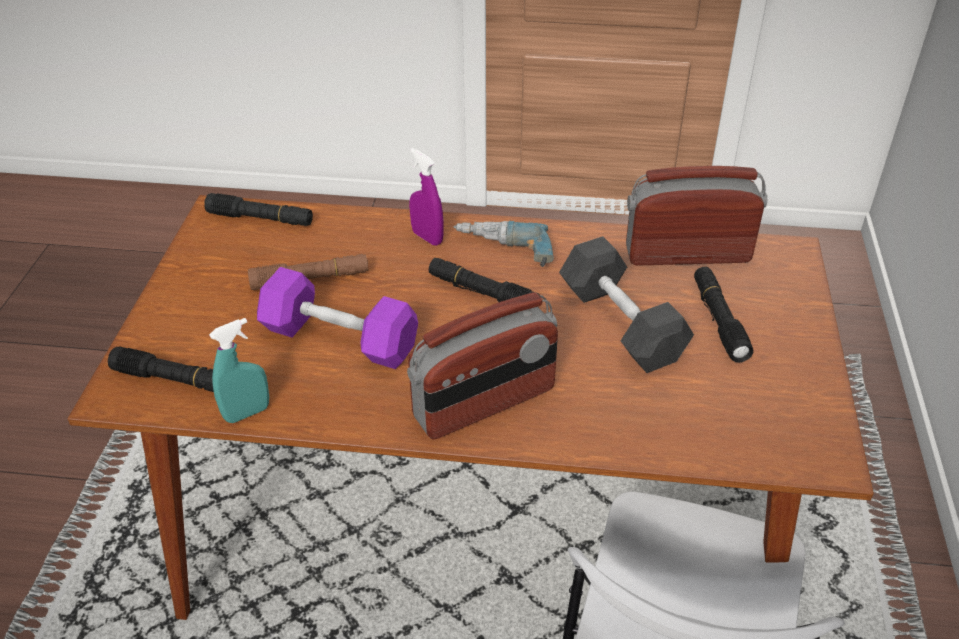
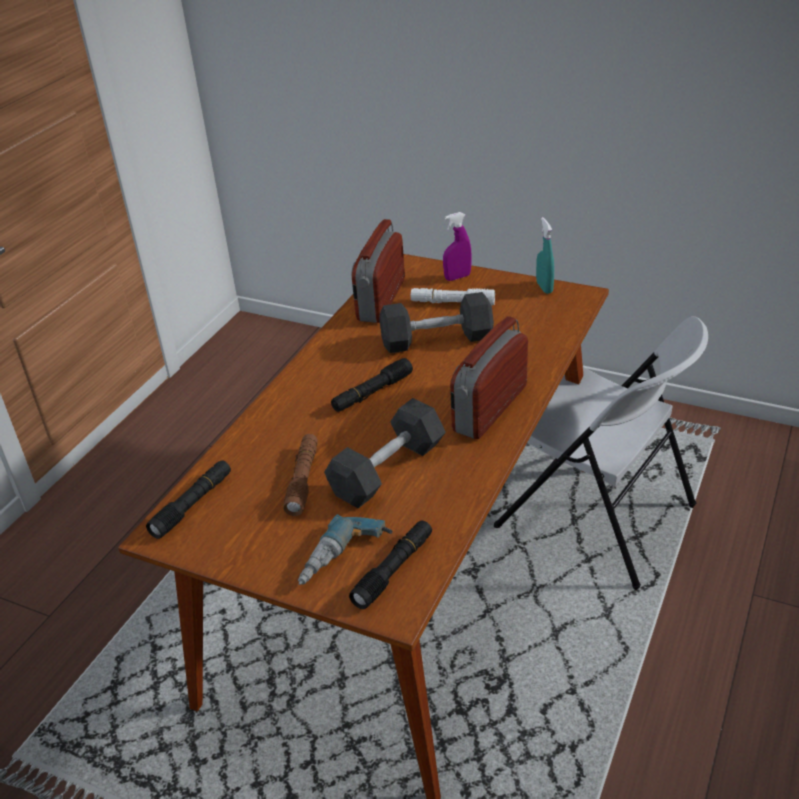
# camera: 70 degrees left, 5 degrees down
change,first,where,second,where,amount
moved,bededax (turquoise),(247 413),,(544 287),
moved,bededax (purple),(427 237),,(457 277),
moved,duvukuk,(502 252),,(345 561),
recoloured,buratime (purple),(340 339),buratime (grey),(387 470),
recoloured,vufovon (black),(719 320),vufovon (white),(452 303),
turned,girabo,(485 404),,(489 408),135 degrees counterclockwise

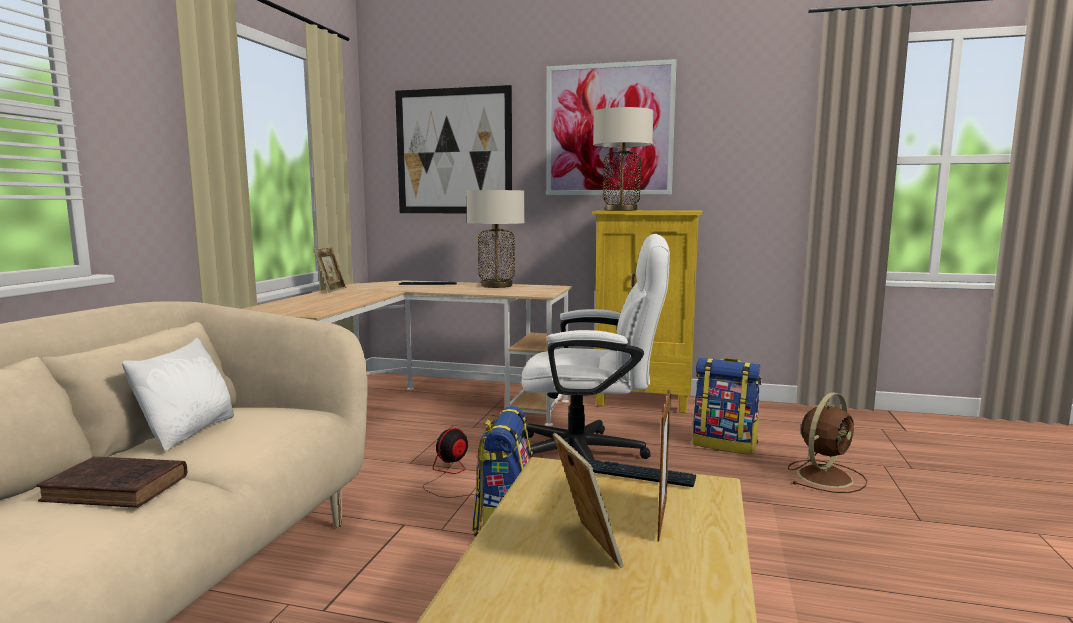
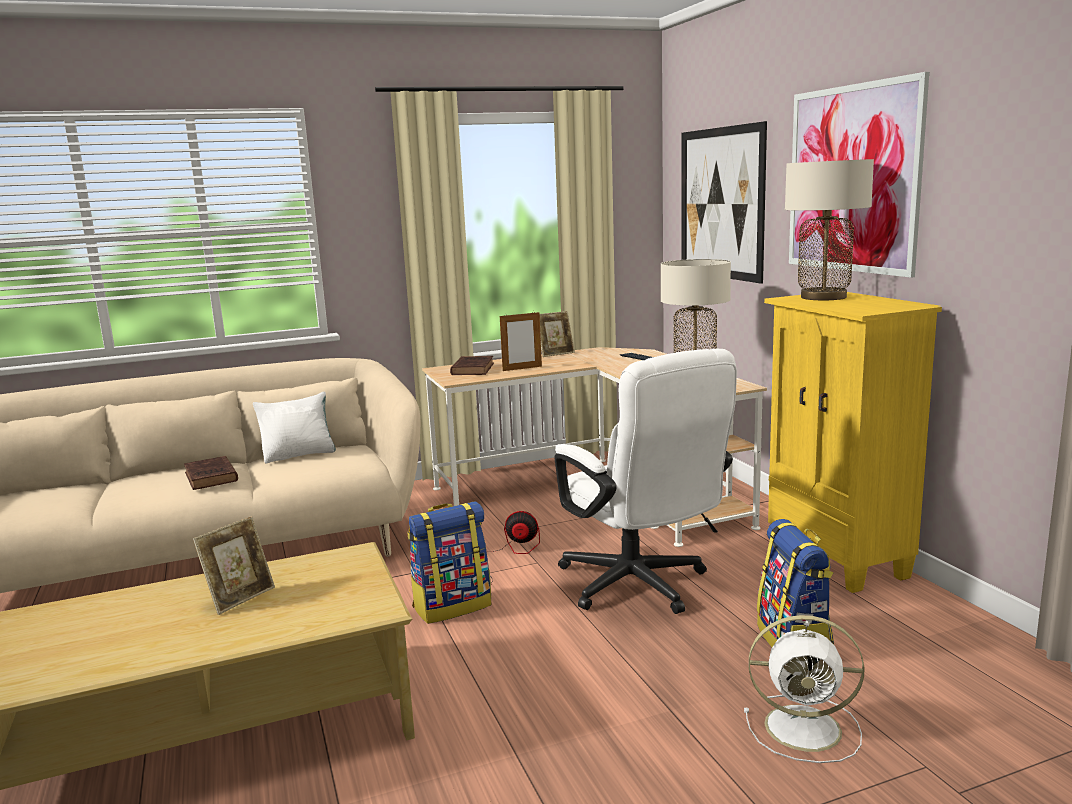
# camera: 55 degrees right, 5 degrees up
change,first,where,second,where,amount
removed,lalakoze,(634 475),,,
added,,,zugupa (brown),(473 369),
moved,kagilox,(662 518),,(522 368),
recoloured,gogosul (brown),(825 476),gogosul (white),(806 728),

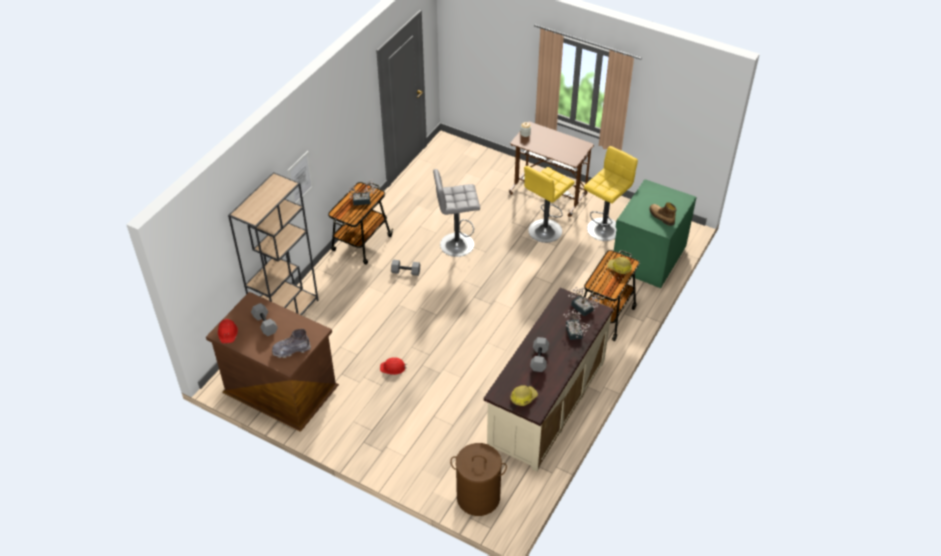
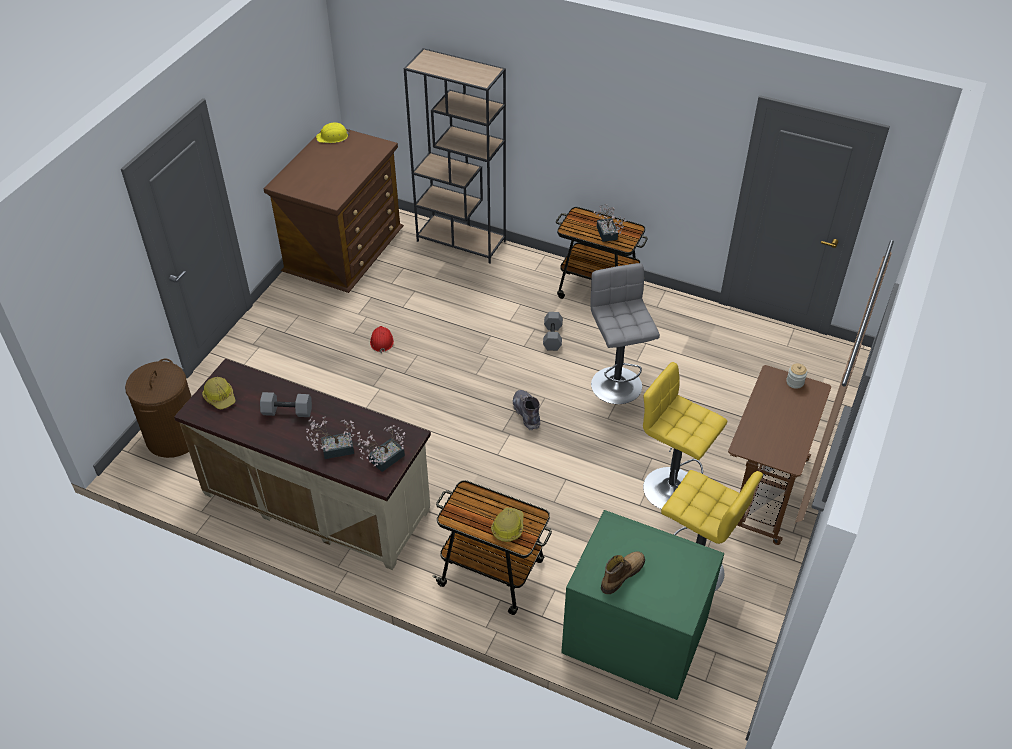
# camera: 85 degrees right, 0 degrees up
change,first,where,second,where,amount
removed,buratime (grey),(264 324),,,
removed,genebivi,(300 178),,,
moved,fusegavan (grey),(291 350),,(526 413),
recoloured,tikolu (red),(228 332),tikolu (yellow),(333 137),

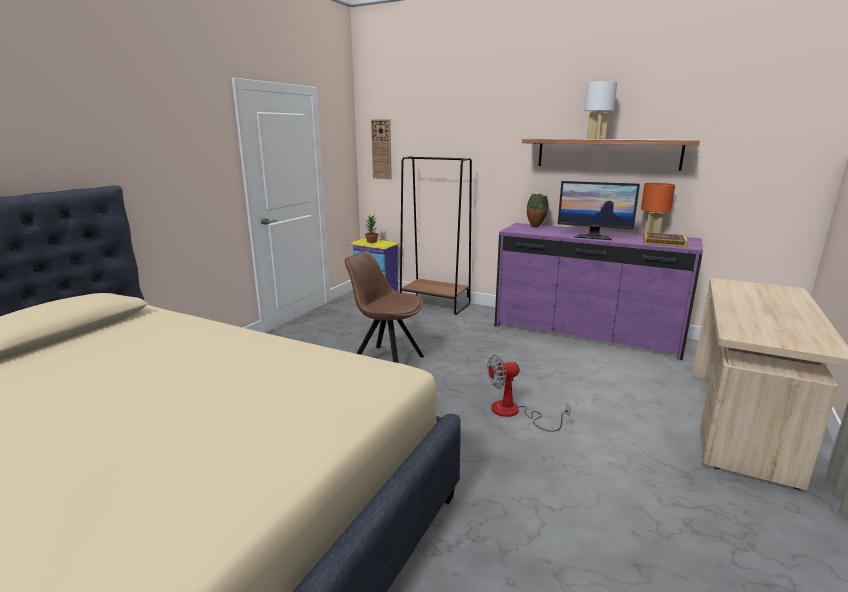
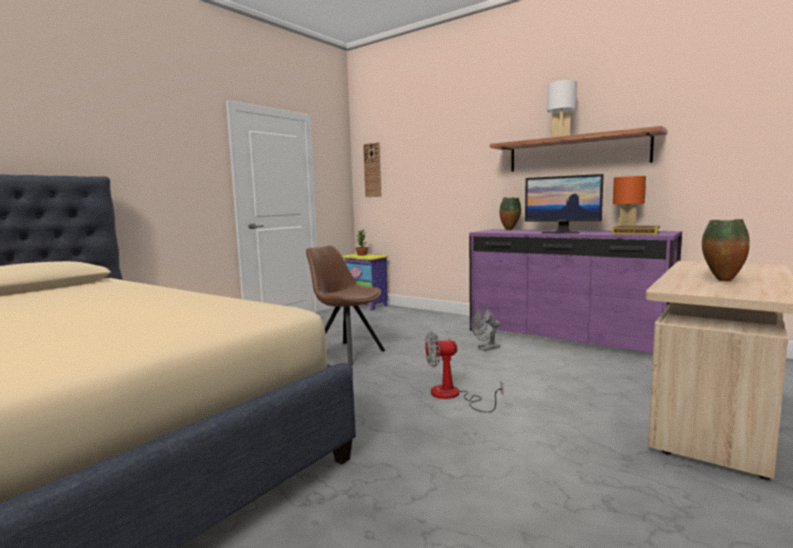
# camera: 10 degrees right, 10 degrees down
change,first,where,second,where,amount
removed,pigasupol,(435 305),,,
added,,,gogosul (grey),(486 348),
added,,,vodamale,(721 280),

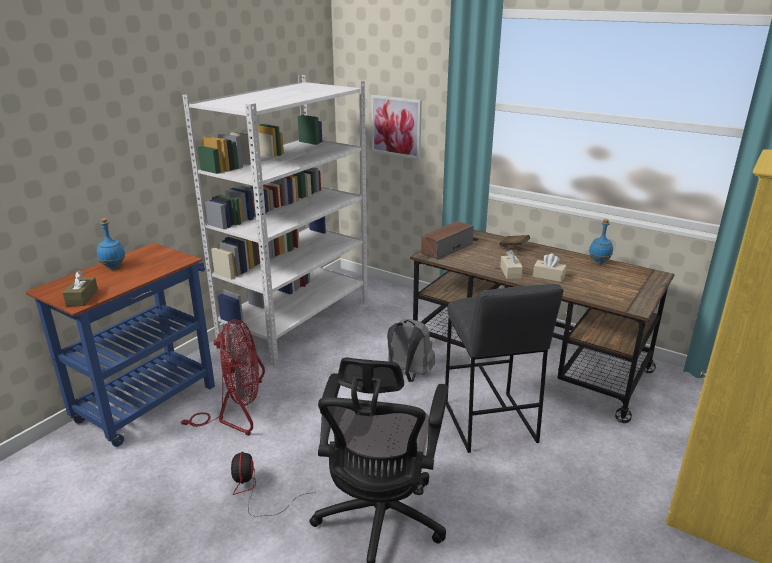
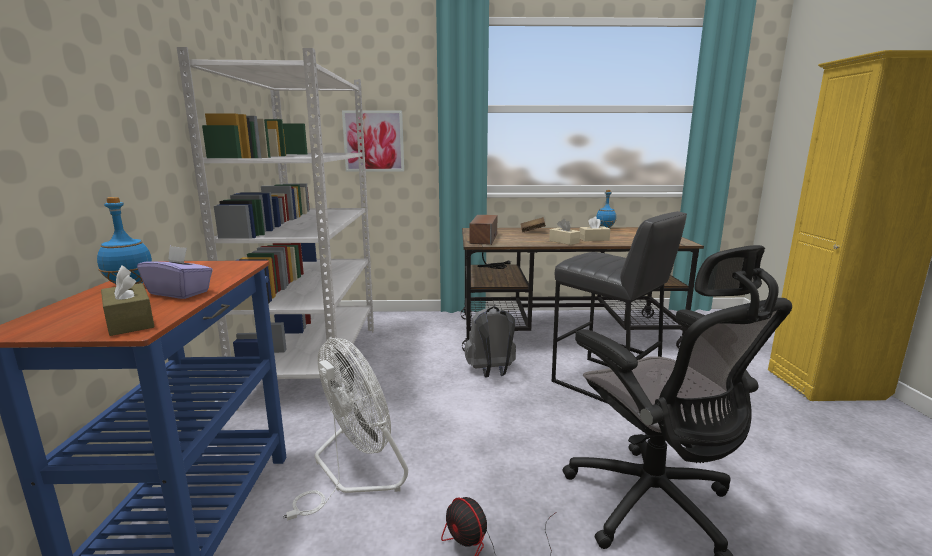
# camera: 35 degrees left, 10 degrees down
change,first,where,second,where,amount
added,,,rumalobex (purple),(180 292),
recoloured,gogosul (red),(236 409),gogosul (white),(347 470),

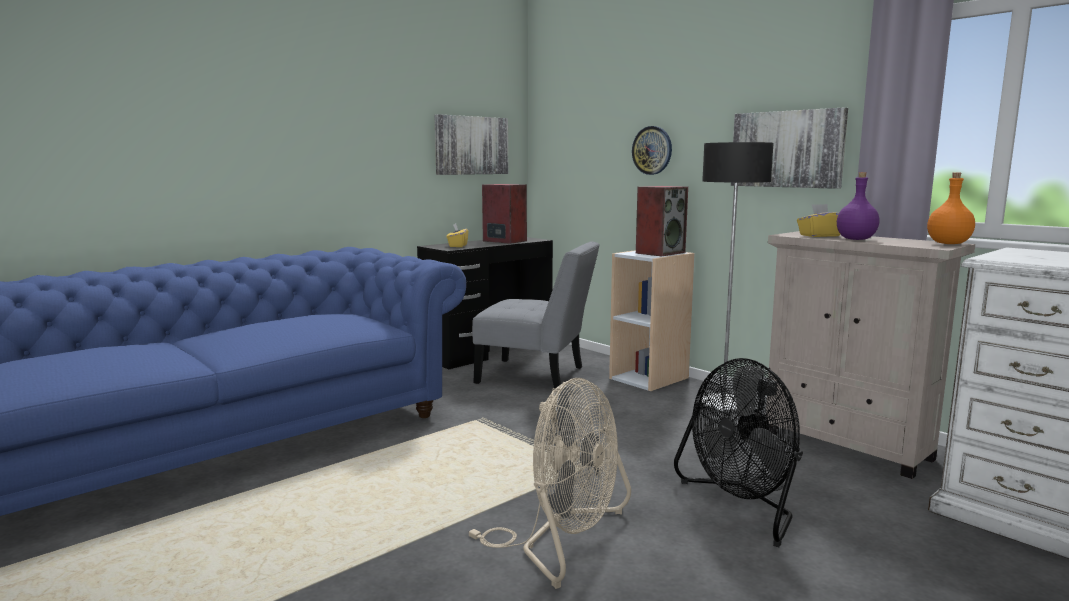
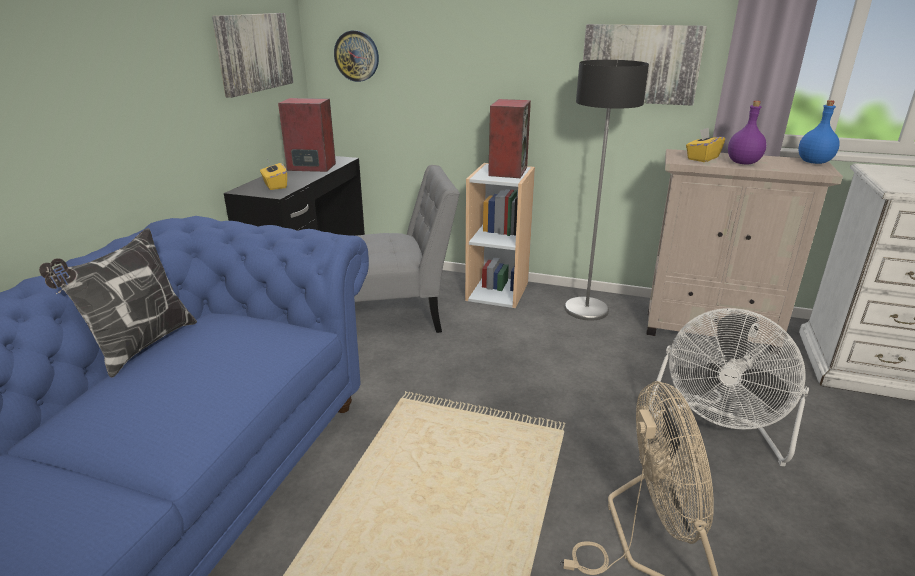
# camera: 30 degrees left, 15 degrees up
change,first,where,second,where,amount
added,,,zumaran,(140 346),
moved,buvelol,(652 150),,(357 56),
recoloured,gogosul (black),(744 503),gogosul (white),(715 424),
recoloured,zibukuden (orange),(947 243),zibukuden (blue),(813 162),

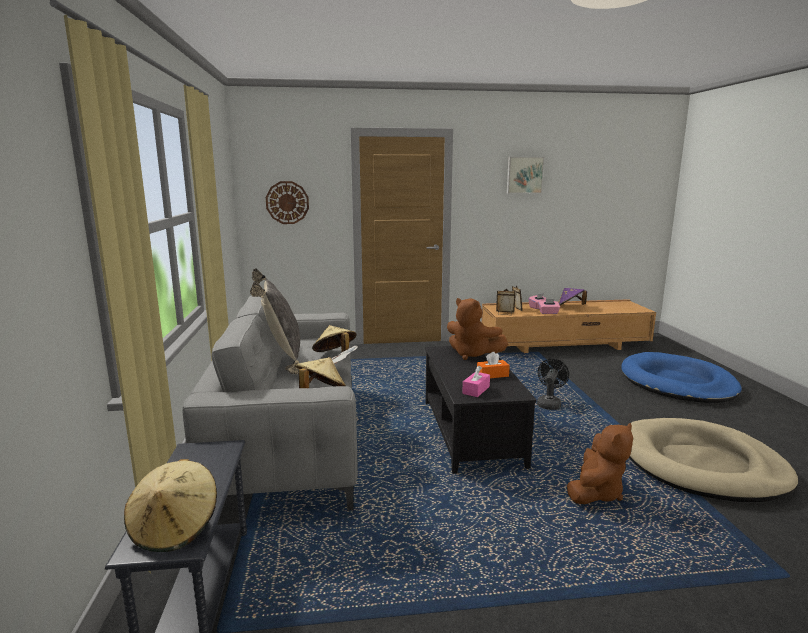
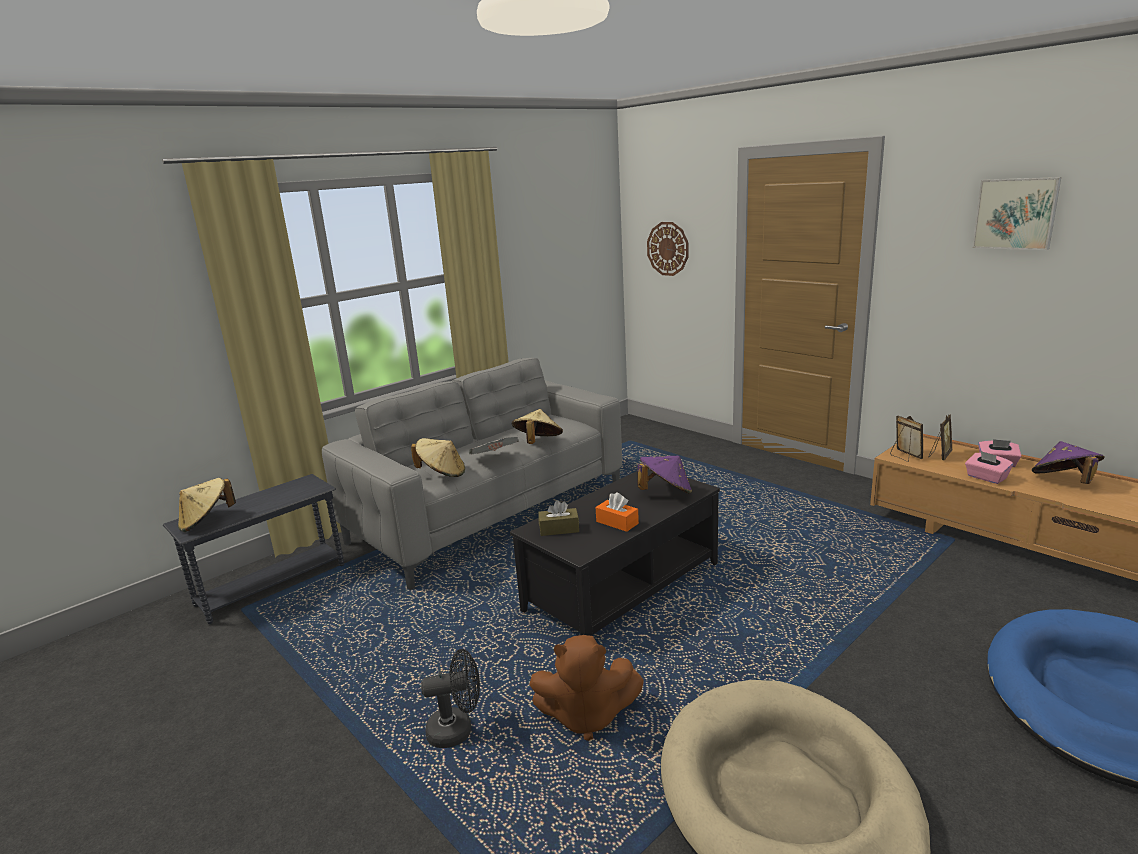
# camera: 55 degrees right, 5 degrees up
change,first,where,second,where,amount
removed,zumaran,(279 365),,,
moved,gogosul (black),(549 403),,(457 730),
replaced,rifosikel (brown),(472 355),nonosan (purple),(665 492),
recoloured,rumalobex (pink),(476 390),rumalobex (brown),(559 529),

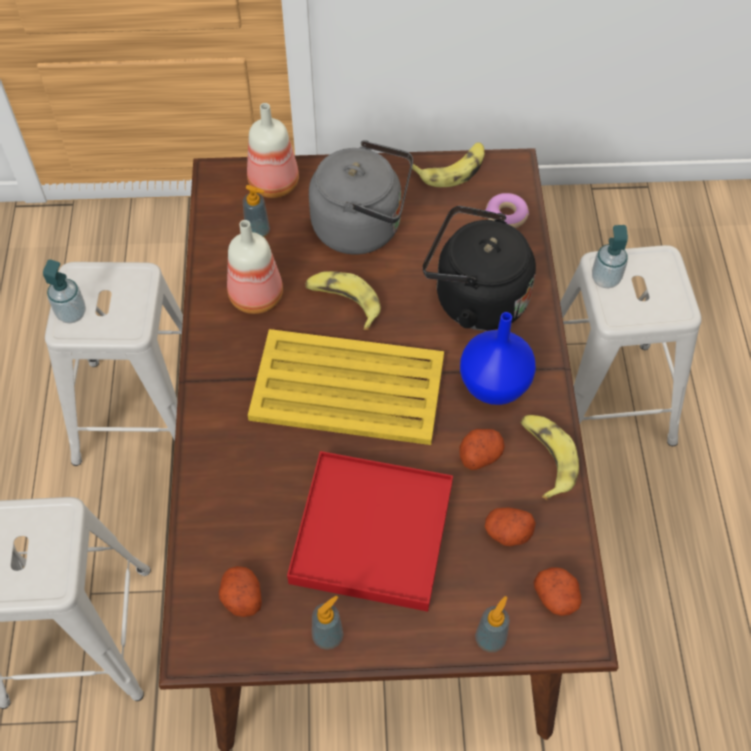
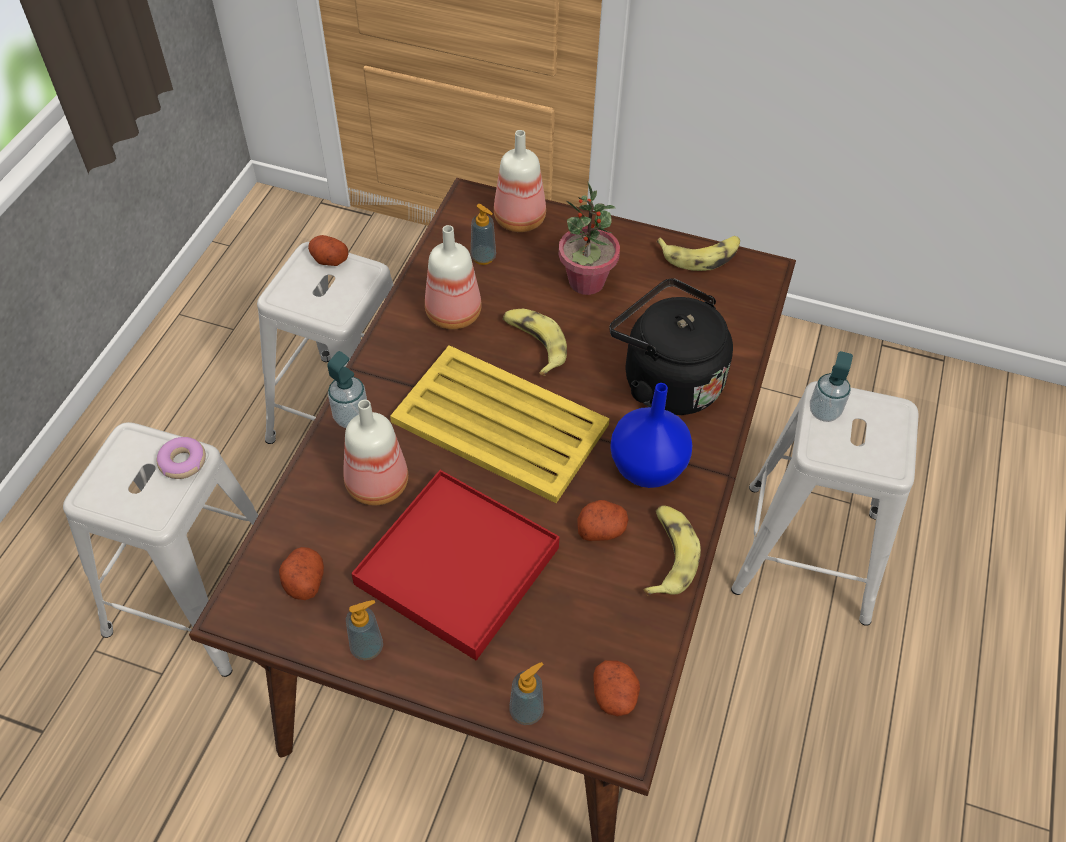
# camera: 20 degrees right, 5 degrees down
change,first,where,second,where,amount
added,,,zibukuden,(376 485),
moved,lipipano,(71 313),,(351 417),
moved,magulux,(506 215),,(183 462),
moved,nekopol,(507 533),,(328 259),
replaced,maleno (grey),(363 227),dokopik,(586 282),

